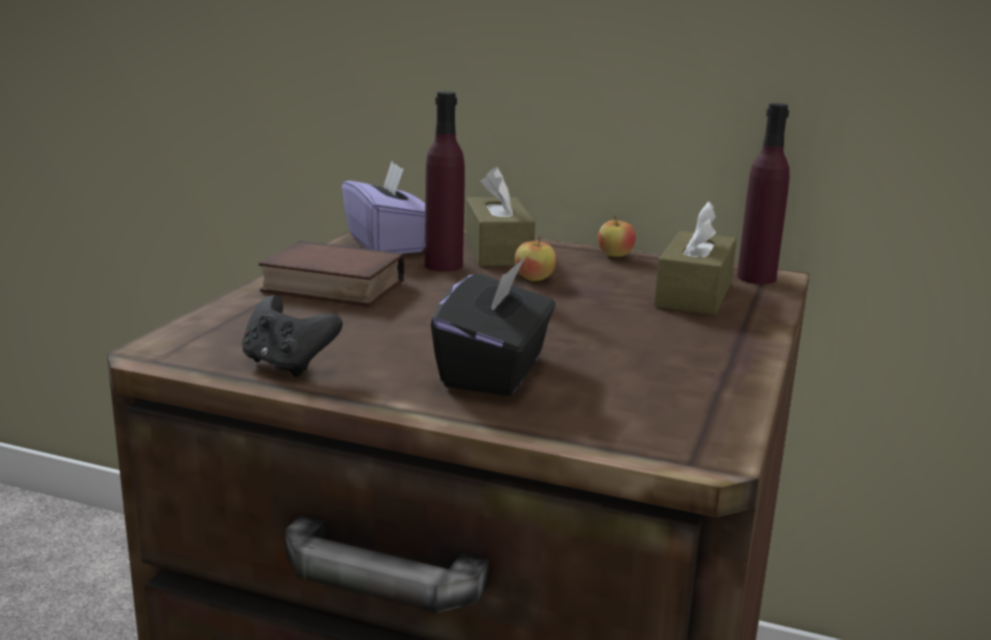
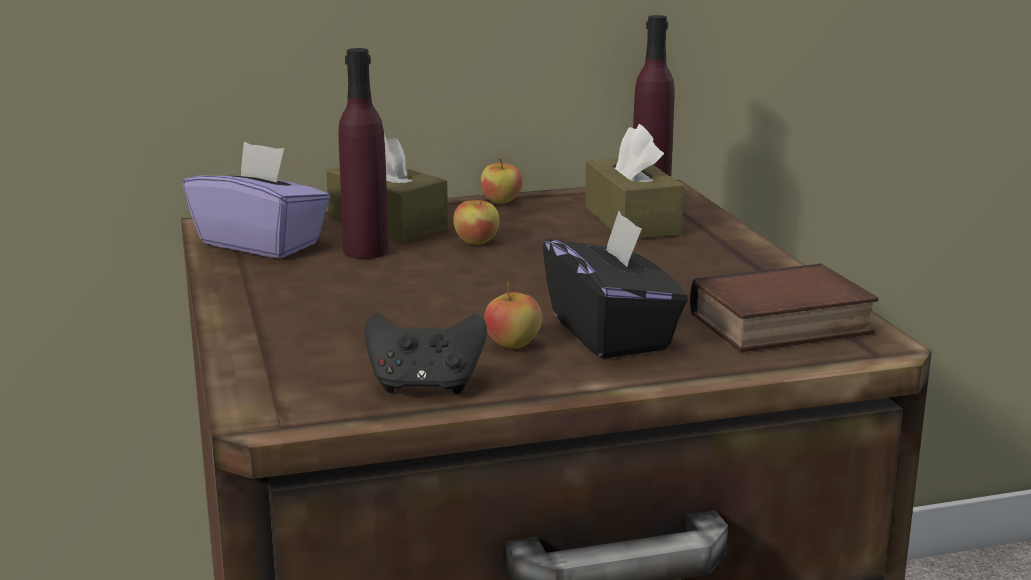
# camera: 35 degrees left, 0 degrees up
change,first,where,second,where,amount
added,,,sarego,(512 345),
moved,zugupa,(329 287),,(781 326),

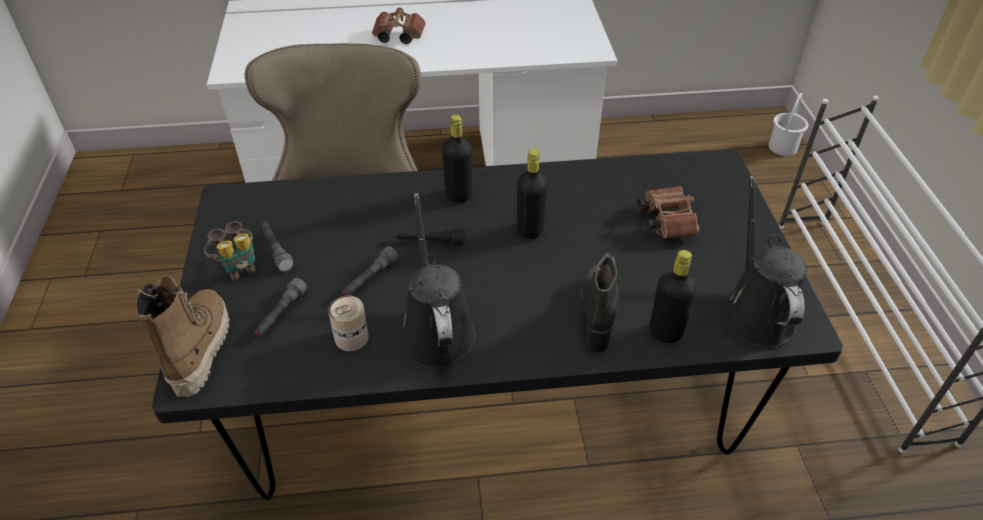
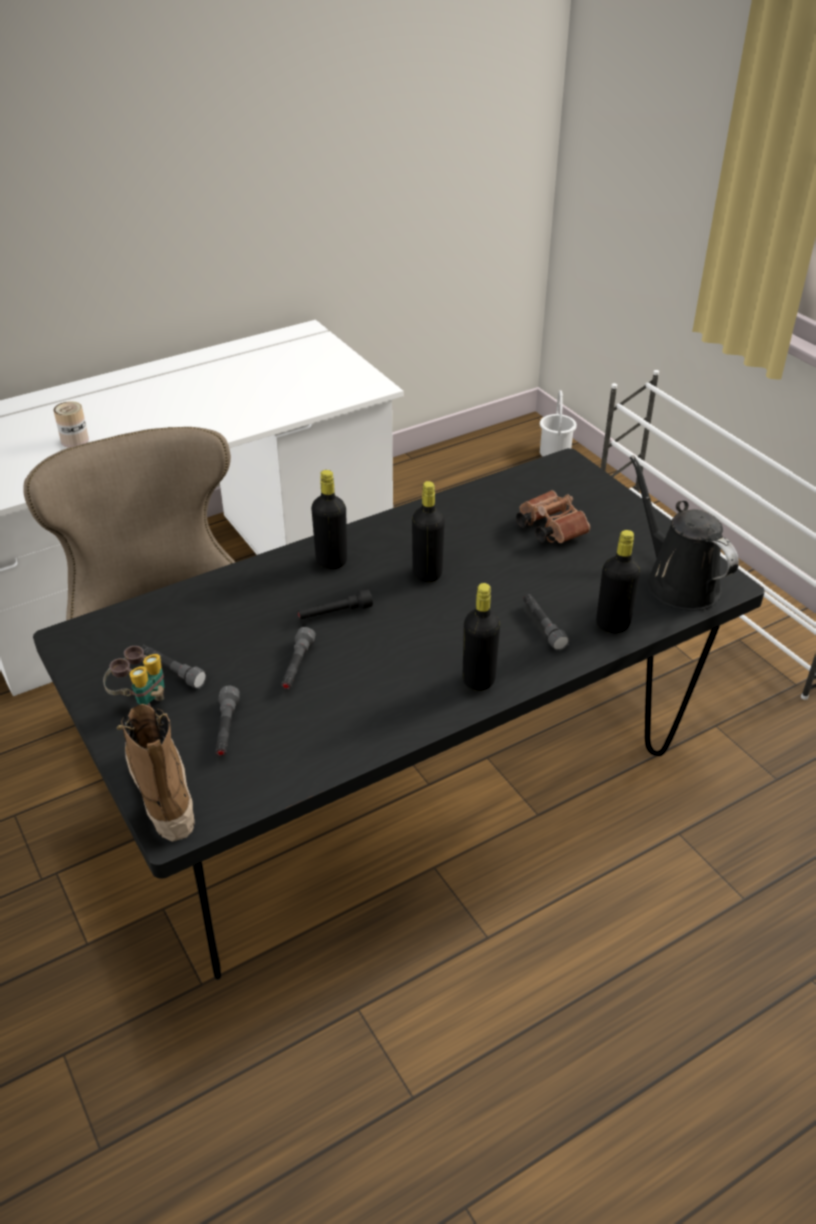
# camera: 25 degrees left, 5 degrees down
change,first,where,second,where,amount
removed,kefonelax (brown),(397 37),,,
removed,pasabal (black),(436 330),,,
added,,,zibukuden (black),(478 680),
moved,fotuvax,(351 338),,(75 440),
replaced,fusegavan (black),(598 313),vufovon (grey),(543 627),

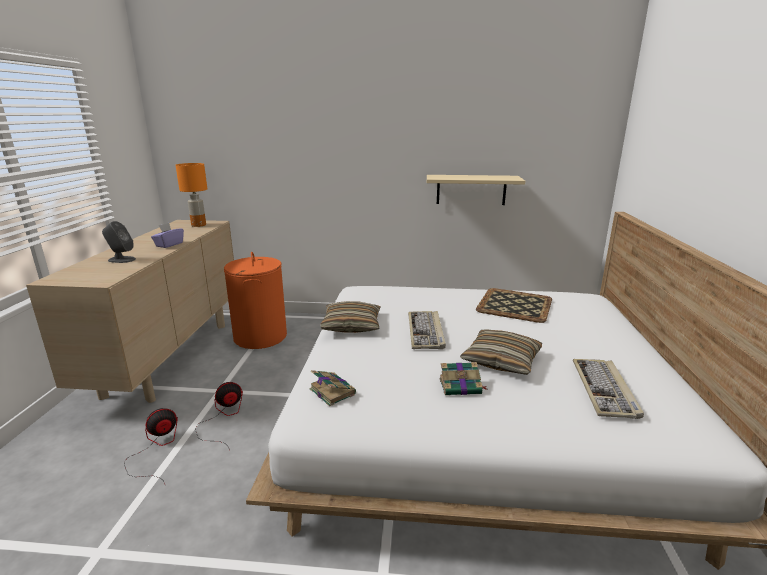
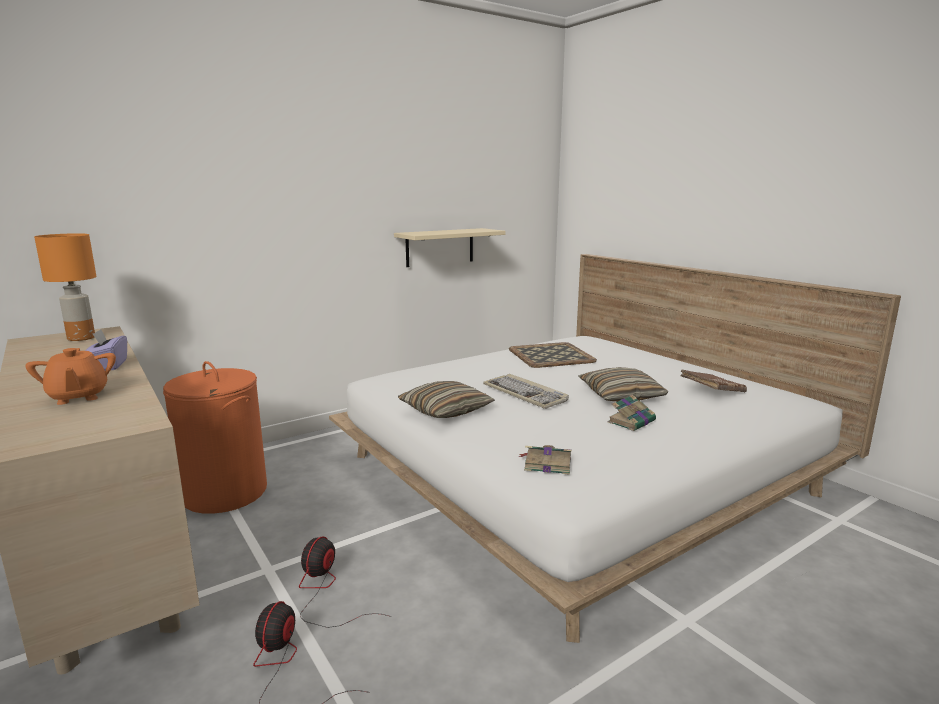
# camera: 40 degrees left, 5 degrees down
change,first,where,second,where,amount
replaced,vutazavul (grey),(121 259),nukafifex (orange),(78 397),
replaced,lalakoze,(605 390),zugupa (brown),(712 391),

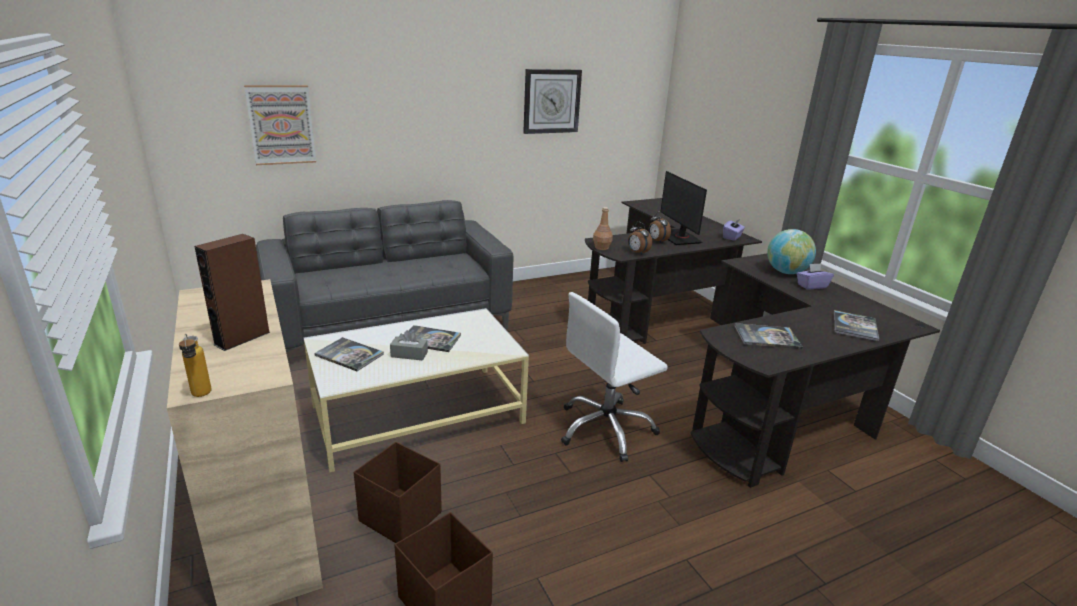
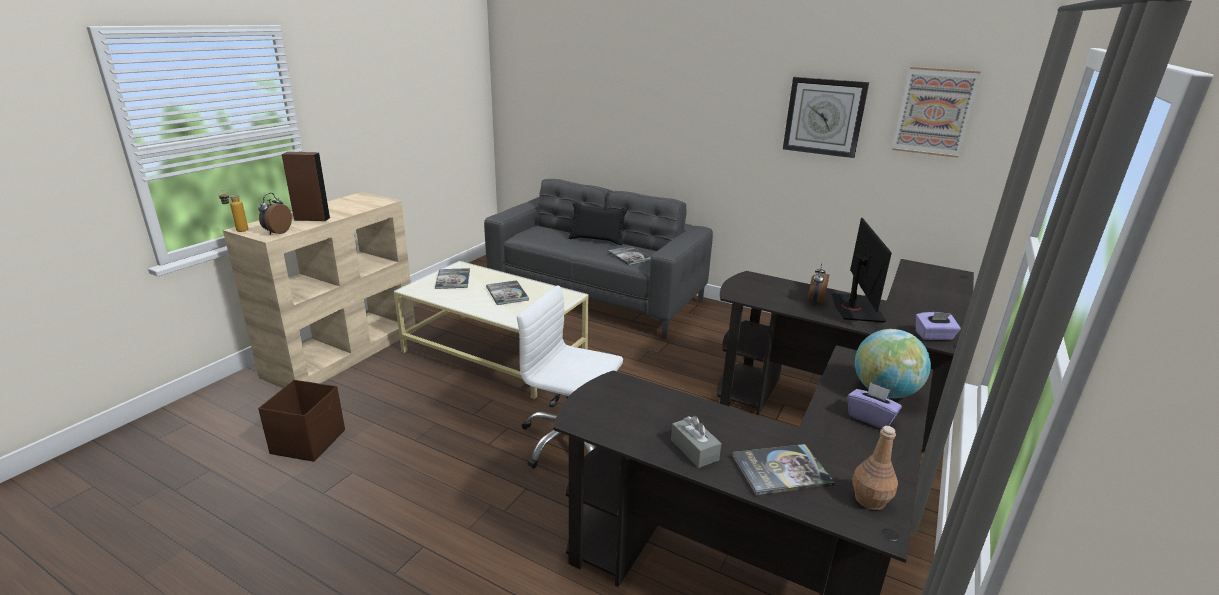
# camera: 55 degrees right, 0 degrees up
change,first,where,second,where,amount
removed,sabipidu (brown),(400 516),,,
added,,,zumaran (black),(597 240),
moved,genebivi,(281 125),,(934 112),
moved,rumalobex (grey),(409 354),,(694 450),
moved,zibukuden (brown),(601 248),,(869 500),
moved,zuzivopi,(637 253),,(277 232),
moved,zugupa,(767 337),,(629 256),
turned,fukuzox,(678 237),,(855 308),150 degrees clockwise

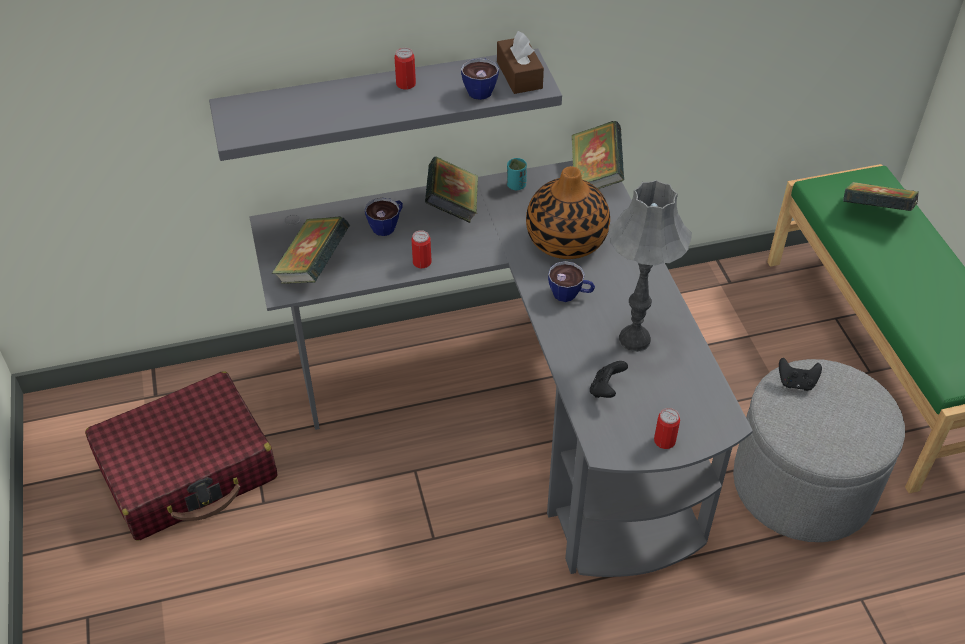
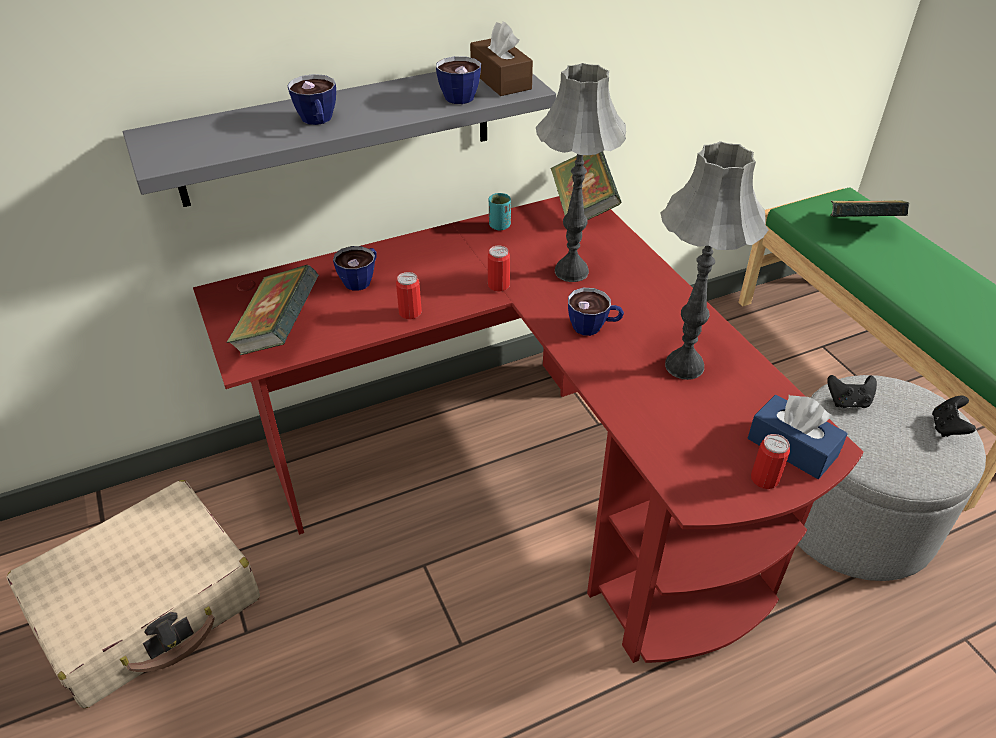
# camera: 10 degrees left, 5 degrees down
change,first,where,second,where,amount
removed,zugupa,(452 207),,,
added,,,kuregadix,(318 121),
added,,,rumalobex (blue),(792 447),
moved,fotuvax,(406 84),,(498 285),
moved,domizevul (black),(606 389),,(947 428),
replaced,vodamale,(566 239),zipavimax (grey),(571 272),
recoloured,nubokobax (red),(188 470),nubokobax (beige),(148 605),
recoloured,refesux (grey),(516 408),refesux (red),(524 479),

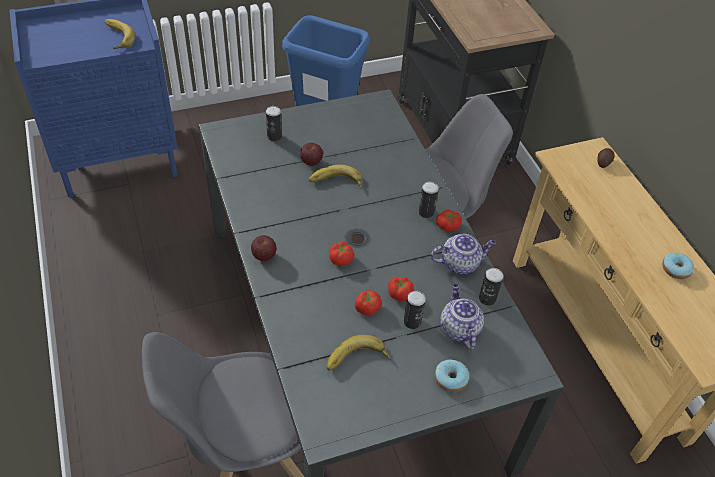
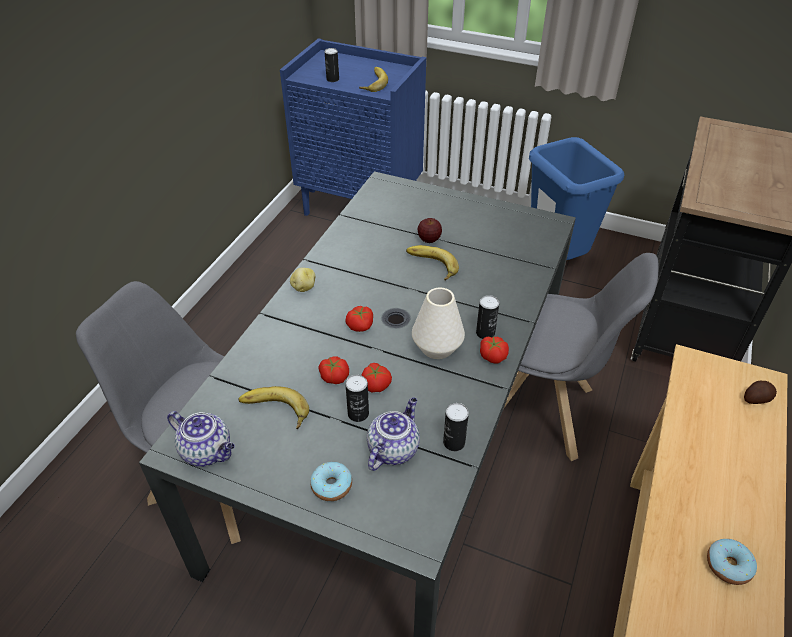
# camera: 45 degrees right, 5 degrees down
change,first,where,second,where,amount
added,,,vodamale (white),(437 347),
moved,fotuvax,(274 136),,(332 79),
moved,nukafifex,(460 263),,(208 451),
replaced,sarego,(264 256),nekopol,(303 287),

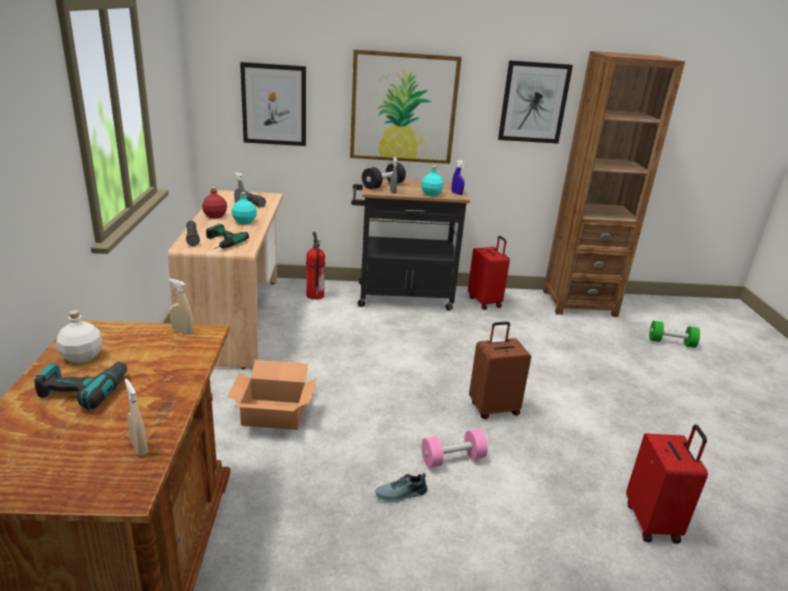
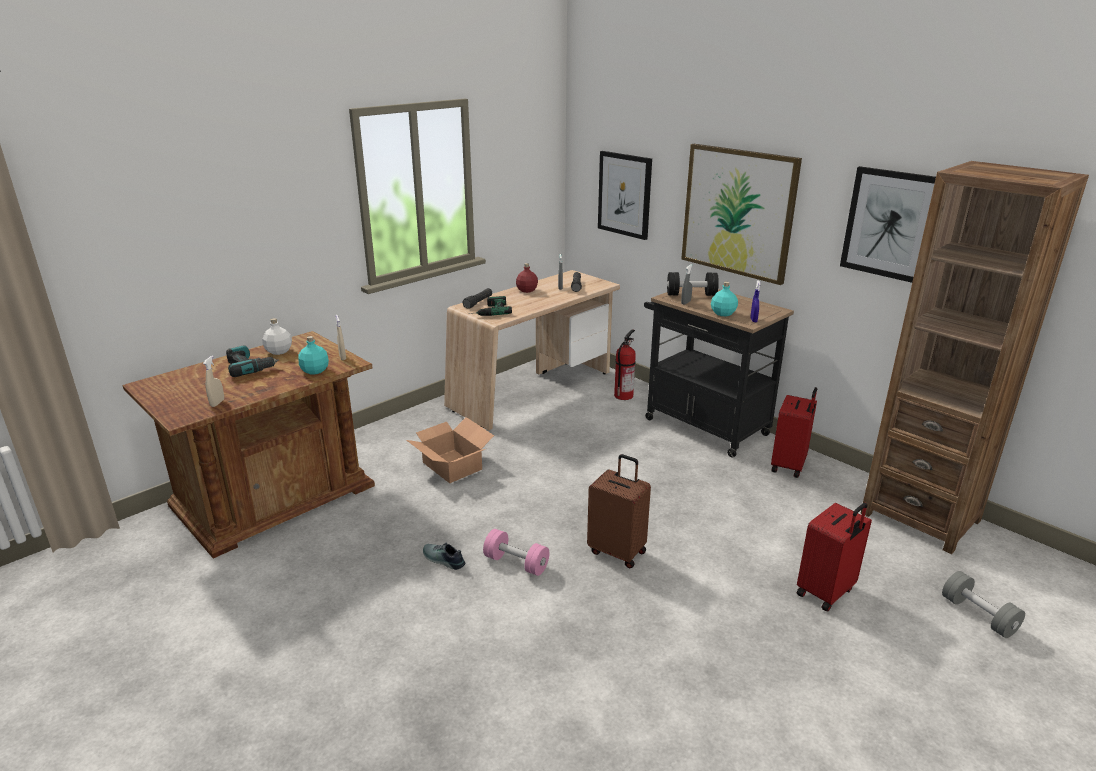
# camera: 50 degrees right, 0 degrees up
change,first,where,second,where,amount
moved,zibukuden (turquoise),(244 222),,(314 371),
moved,nubokobax (red),(653 522),,(826 592),
recoloured,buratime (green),(671 342),buratime (grey),(978 615),

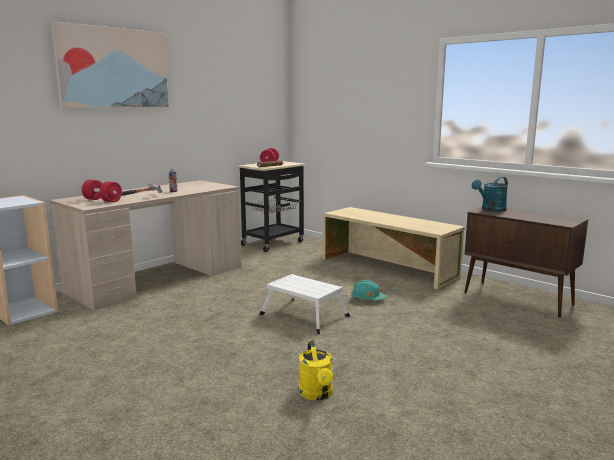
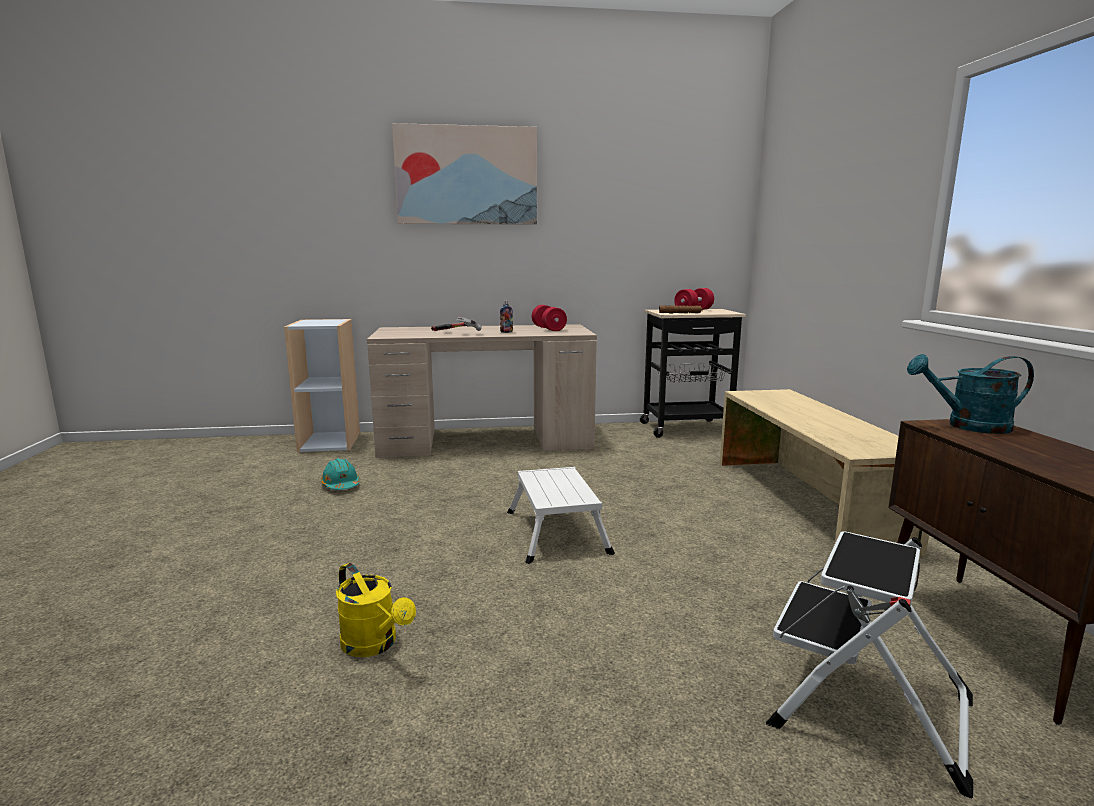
# camera: 40 degrees right, 0 degrees up
change,first,where,second,where,amount
added,,,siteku,(867 703),
moved,buratime (red),(102 200),,(548 329),
moved,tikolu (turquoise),(367 298),,(341 485),
turned,pasabal (yellow),(317 394),,(375 645),75 degrees counterclockwise

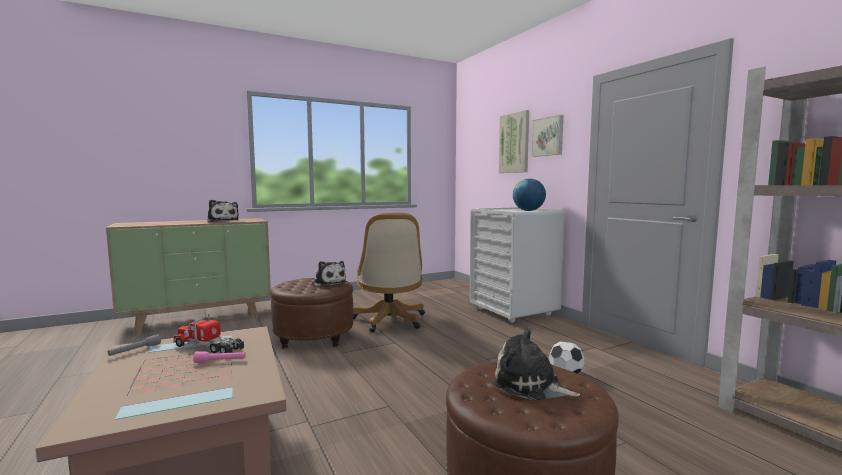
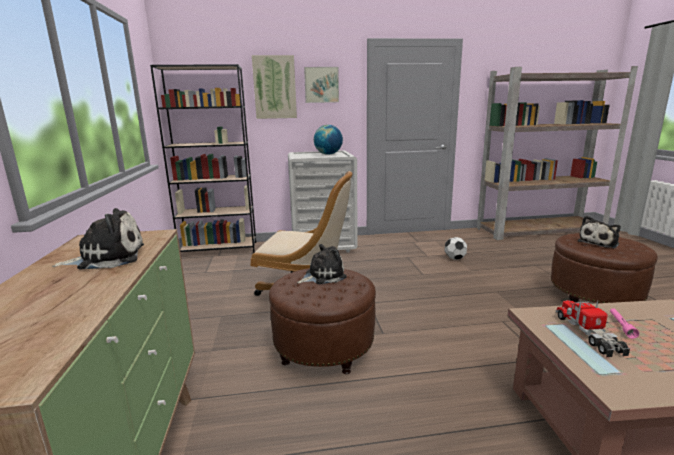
# camera: 70 degrees left, 10 degrees up
change,first,where,second,where,amount
removed,vufovon (grey),(135 350),,,
added,,,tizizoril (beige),(220 249),
turned,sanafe,(209 347),,(589 334),135 degrees clockwise

